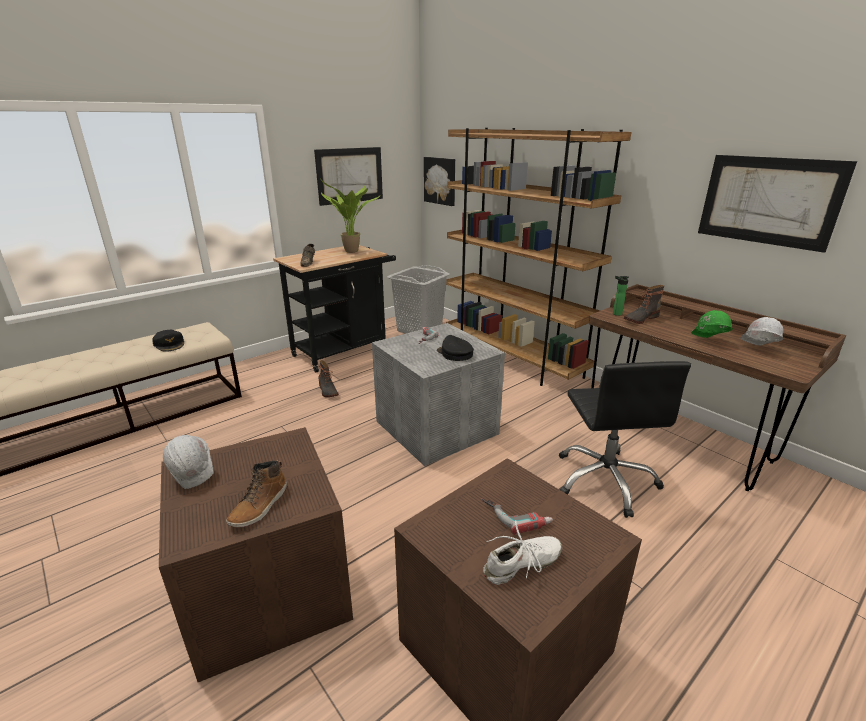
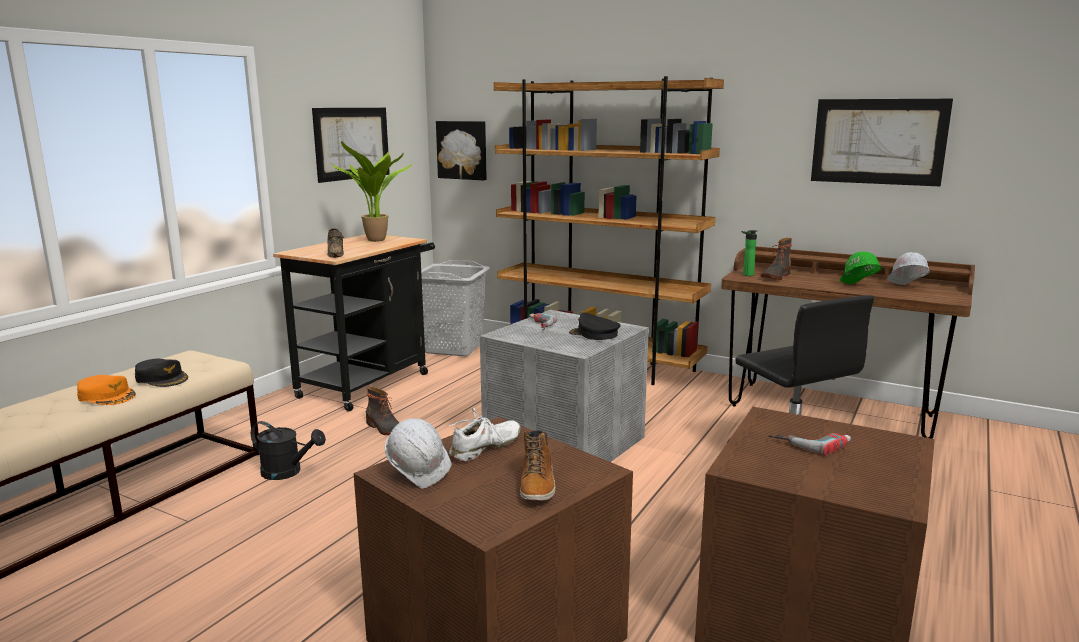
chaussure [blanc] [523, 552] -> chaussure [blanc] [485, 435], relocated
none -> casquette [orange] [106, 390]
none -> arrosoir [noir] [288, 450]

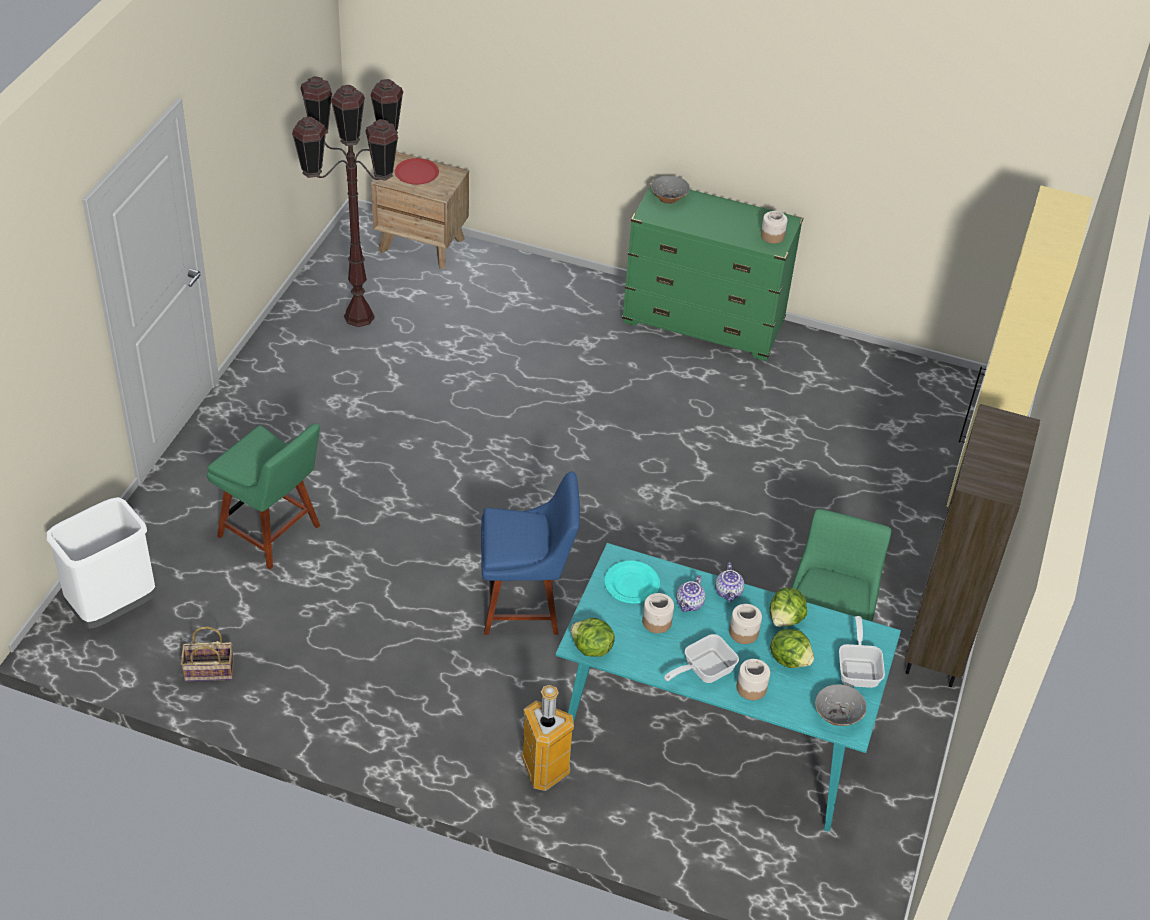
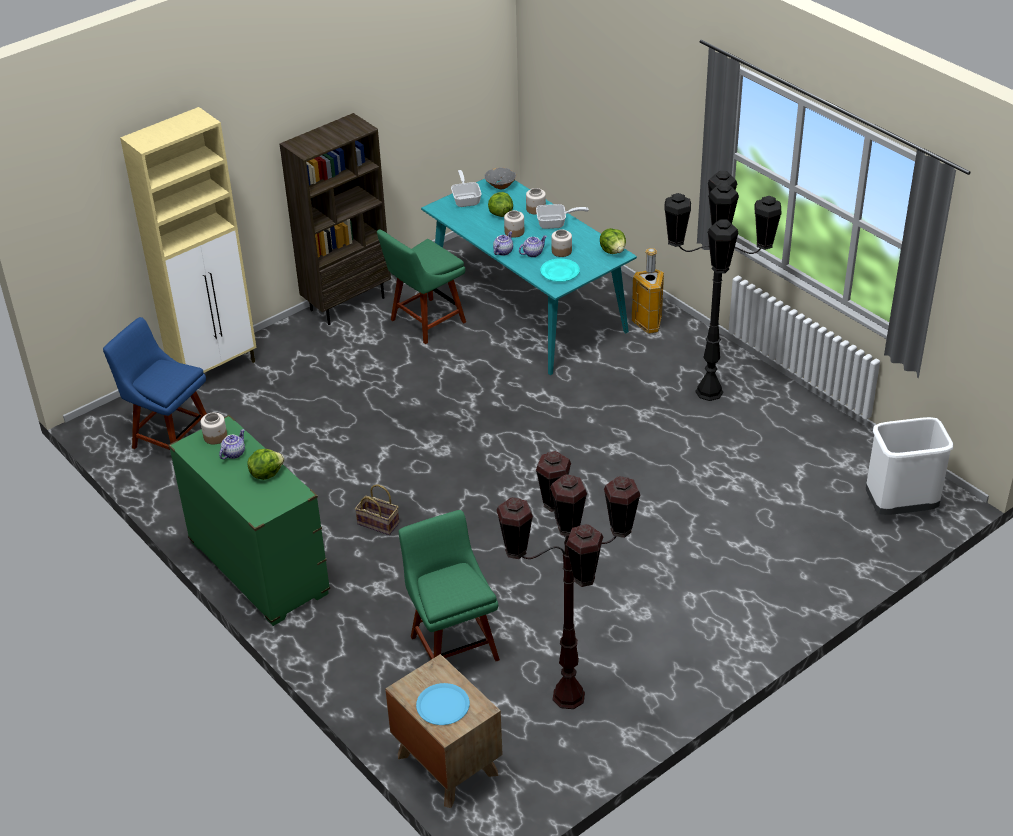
panier [207, 653] -> panier [377, 509], relocated
chaise [vert] [263, 496] -> chaise [vert] [449, 585], relocated
assiette [rouge] [417, 171] -> assiette [bleu] [443, 704]
chaise [bleu] [530, 553] -> chaise [bleu] [155, 383], relocated
bol [gris] [670, 190] -> none
laitue [788, 607] -> laitue [265, 464], relocated
poêle [862, 652] -> poêle [466, 188], 135 degrees clockwise
none -> théière [232, 444]
none -> lampadaire [noir] [723, 286]

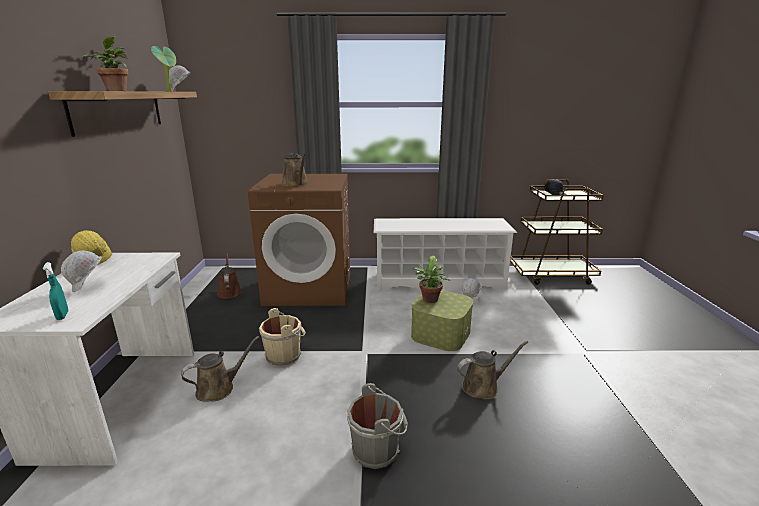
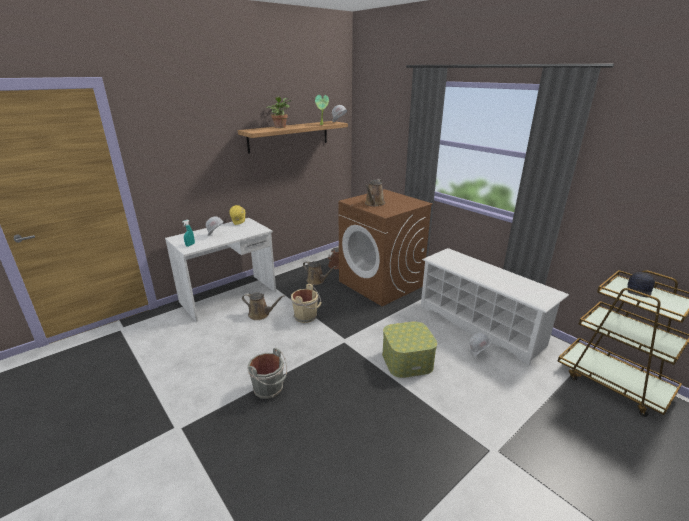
plante en pot [431, 279] -> none
arrosoir [marron] [492, 370] -> arrosoir [marron] [320, 273], relocated

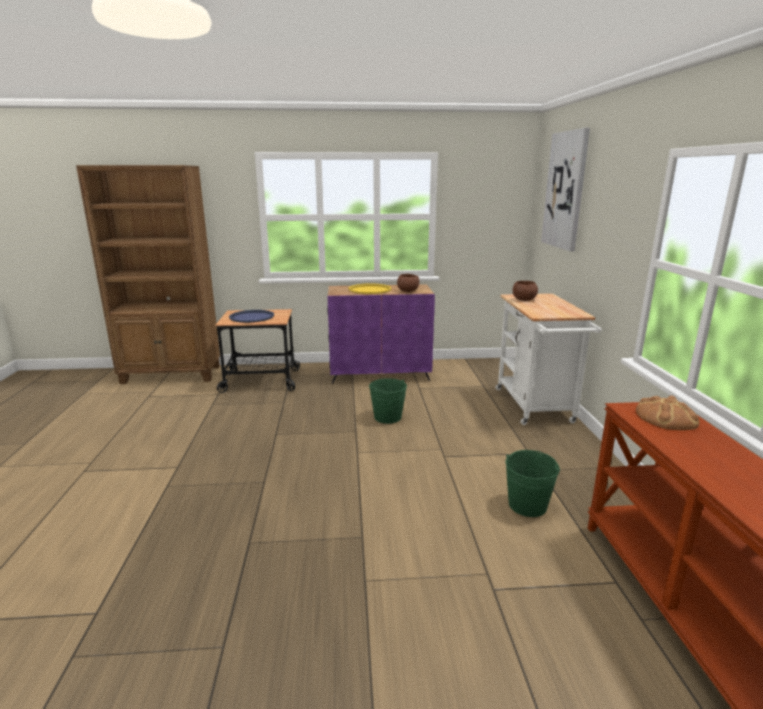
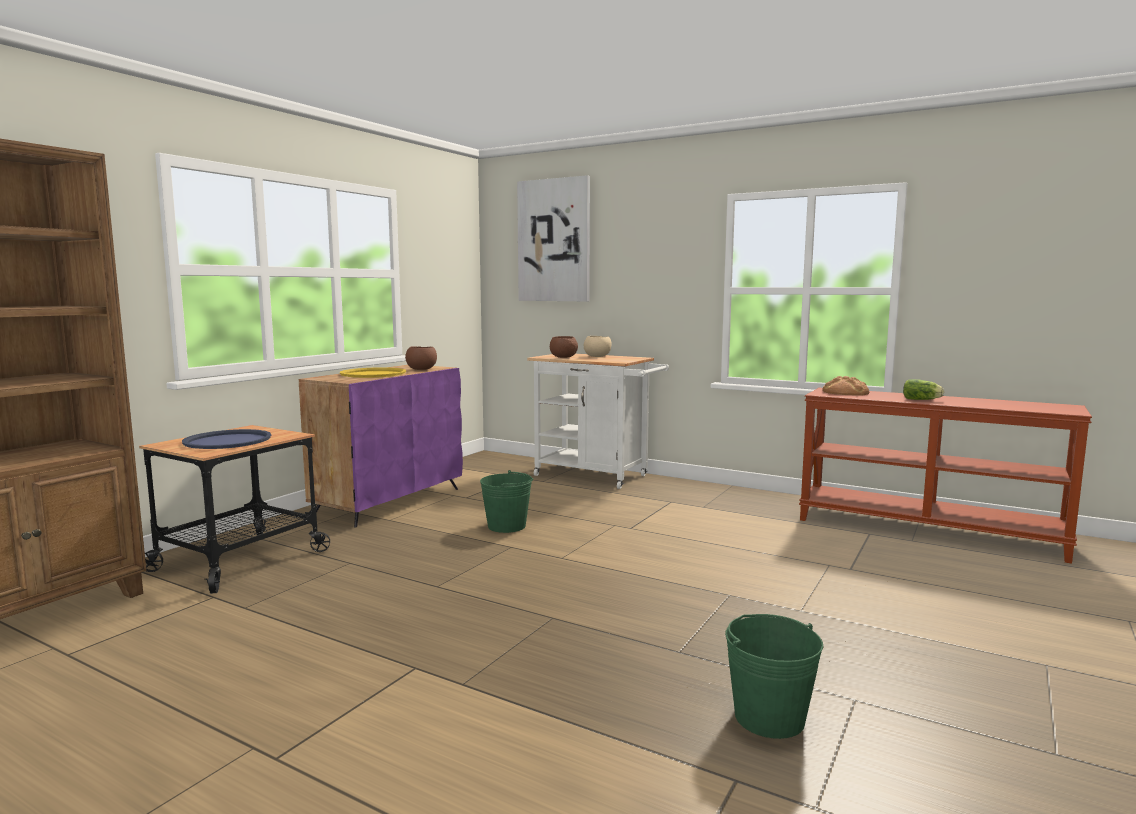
seau [vert] [532, 483] -> seau [vert] [774, 676], relocated
none -> bol [beige] [598, 346]
none -> laitue [923, 389]

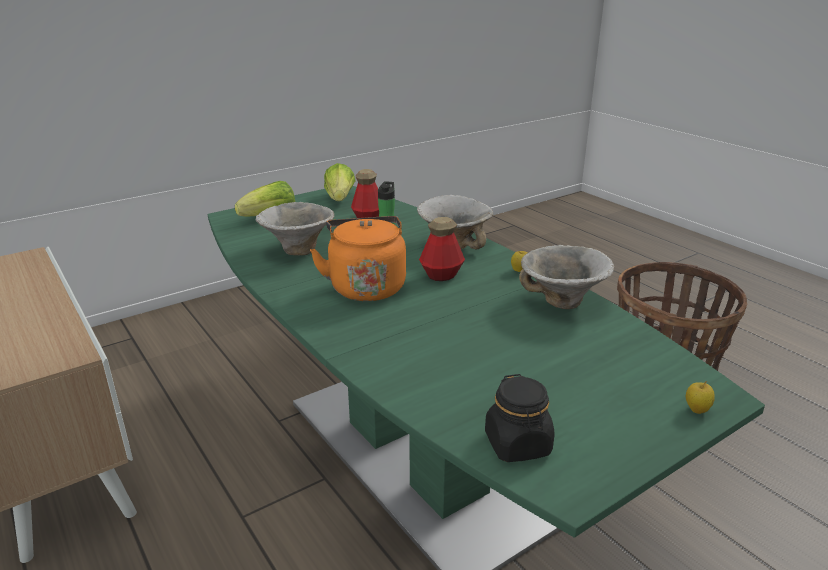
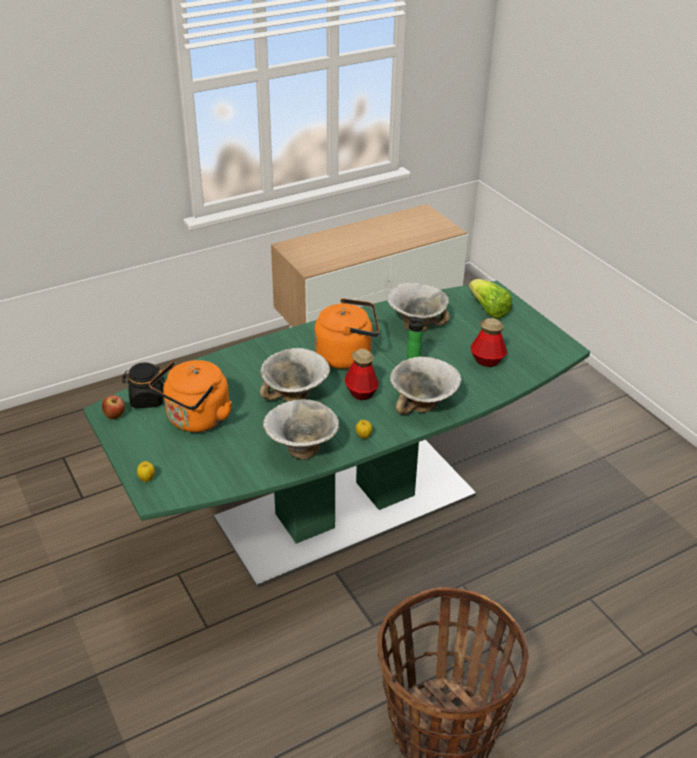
laitue [340, 182] -> none
none -> pomme [113, 407]
none -> bouilloire [orange] [190, 396]
none -> bol [295, 375]

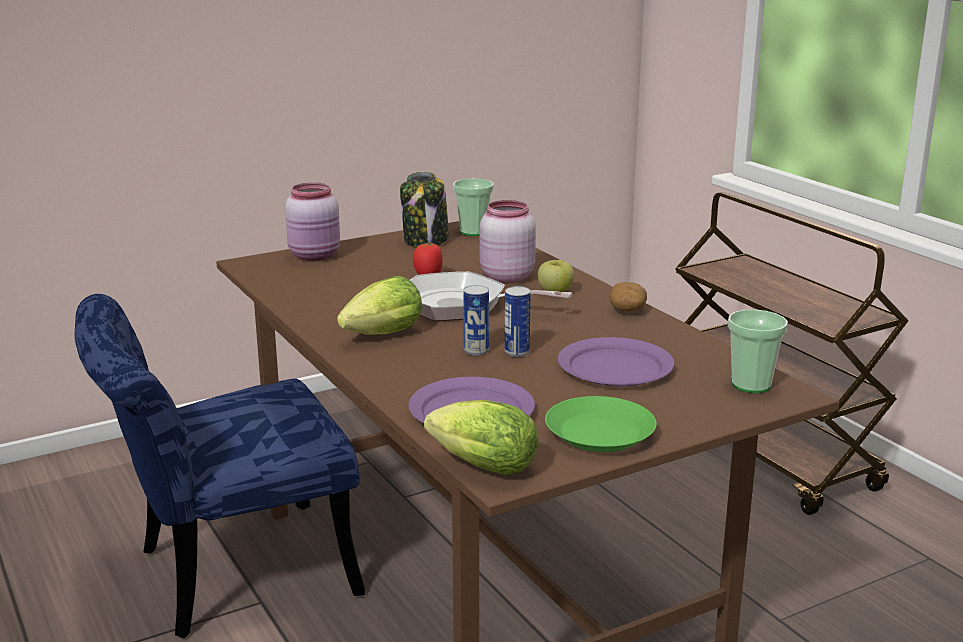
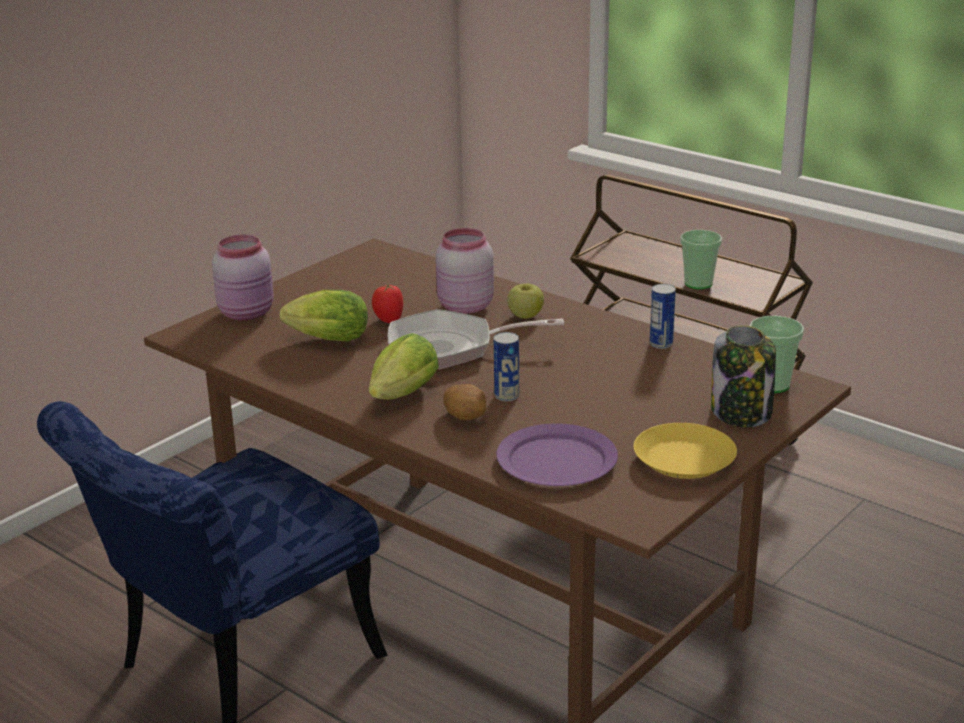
bocal [424, 209] -> bocal [743, 376], relocated
laitue [481, 437] -> laitue [324, 316], relocated
tasse [473, 207] -> tasse [701, 259], relocated
boîte métallique [517, 321] -> boîte métallique [663, 316], relocated
assiette [vert] [601, 424] -> assiette [jaune] [685, 451]
assiette [violet] [616, 361] -> none
pomme de terre [628, 297] -> pomme de terre [465, 402], relocated

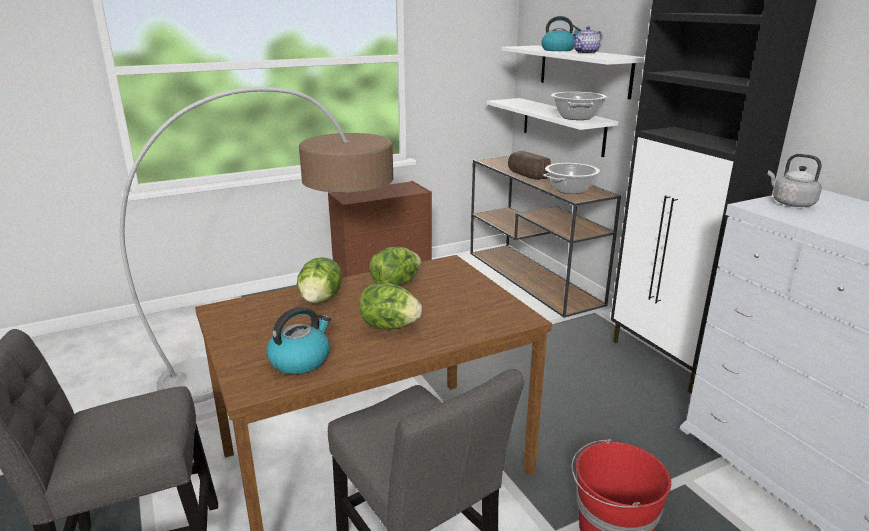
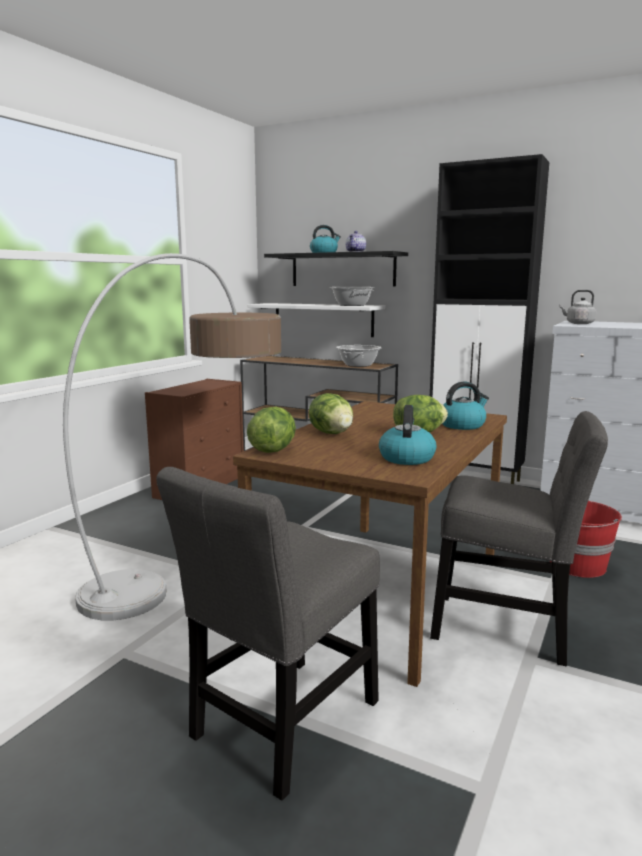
laitue [395, 266] -> laitue [271, 430], relocated
étagère [blanc] [573, 72] -> étagère [noir] [336, 268]
pain [529, 165] -> none
none -> bouilloire [465, 406]

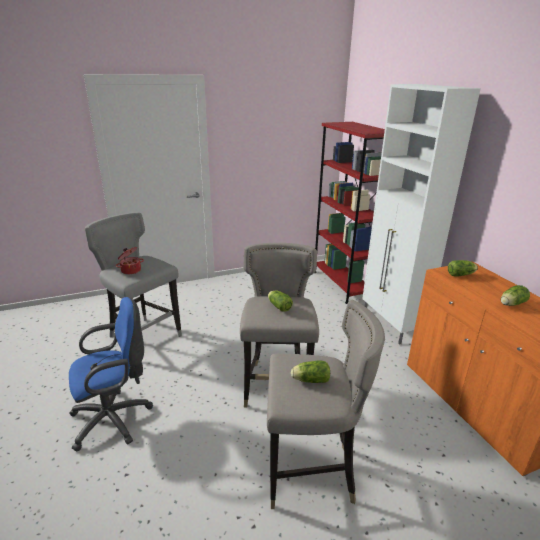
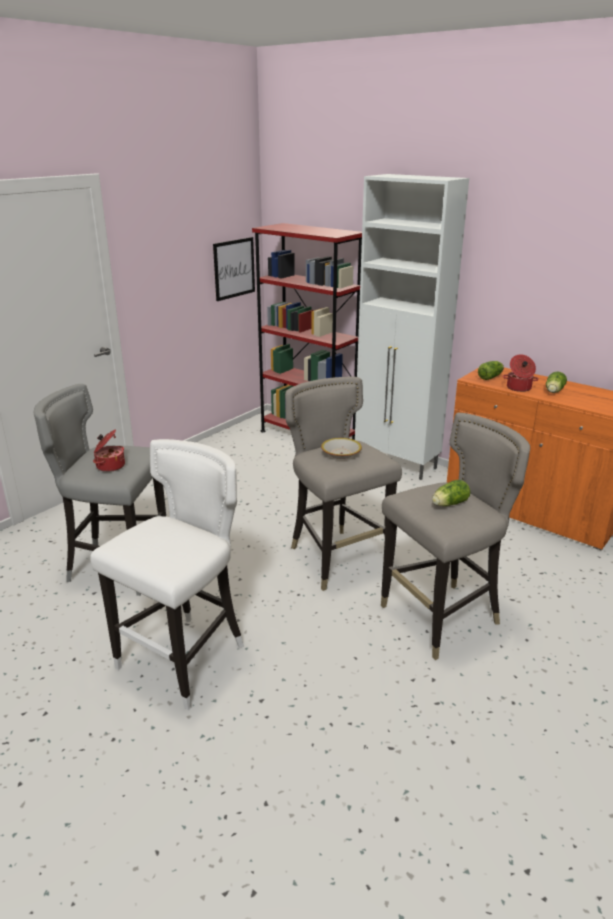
chaise de bureau [bleu] [111, 374] -> tabouret [blanc] [167, 574]
laitue [280, 301] -> bol [341, 448]
none -> tableau [234, 269]
none -> marmite [521, 373]

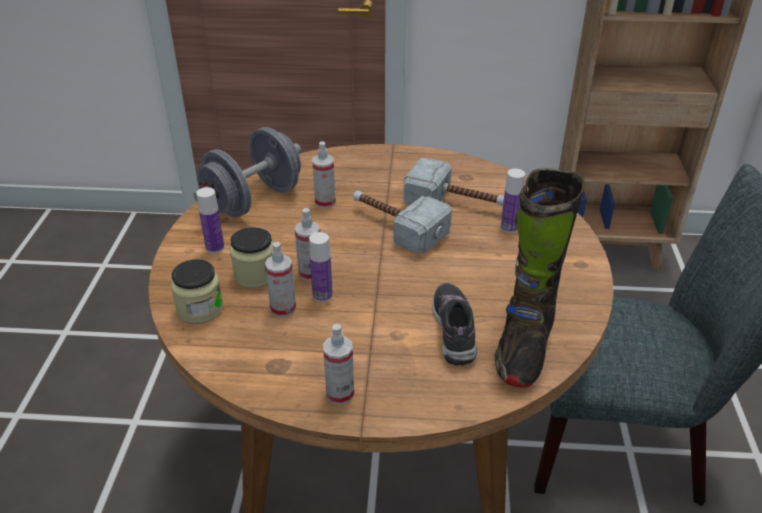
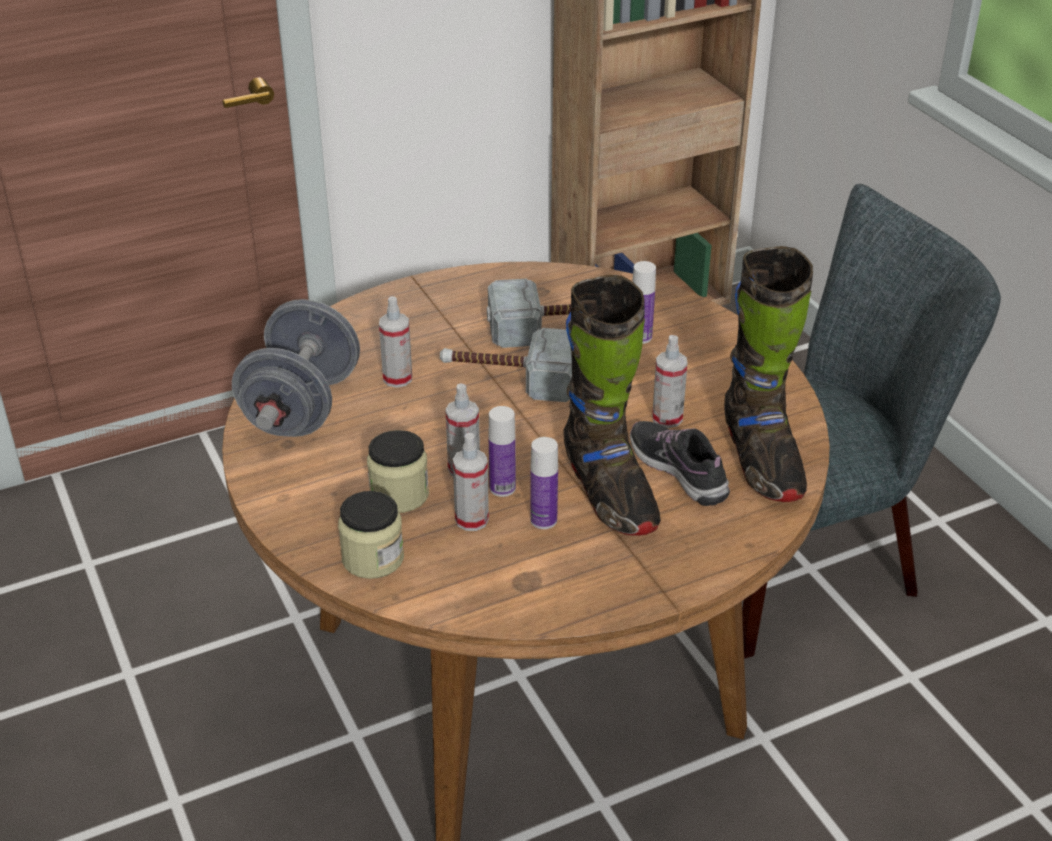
bouteille [210, 220] -> bouteille [544, 483], relocated
vaporisateur [338, 364] -> vaporisateur [670, 381], relocated
none -> botte [noir] [612, 405]

